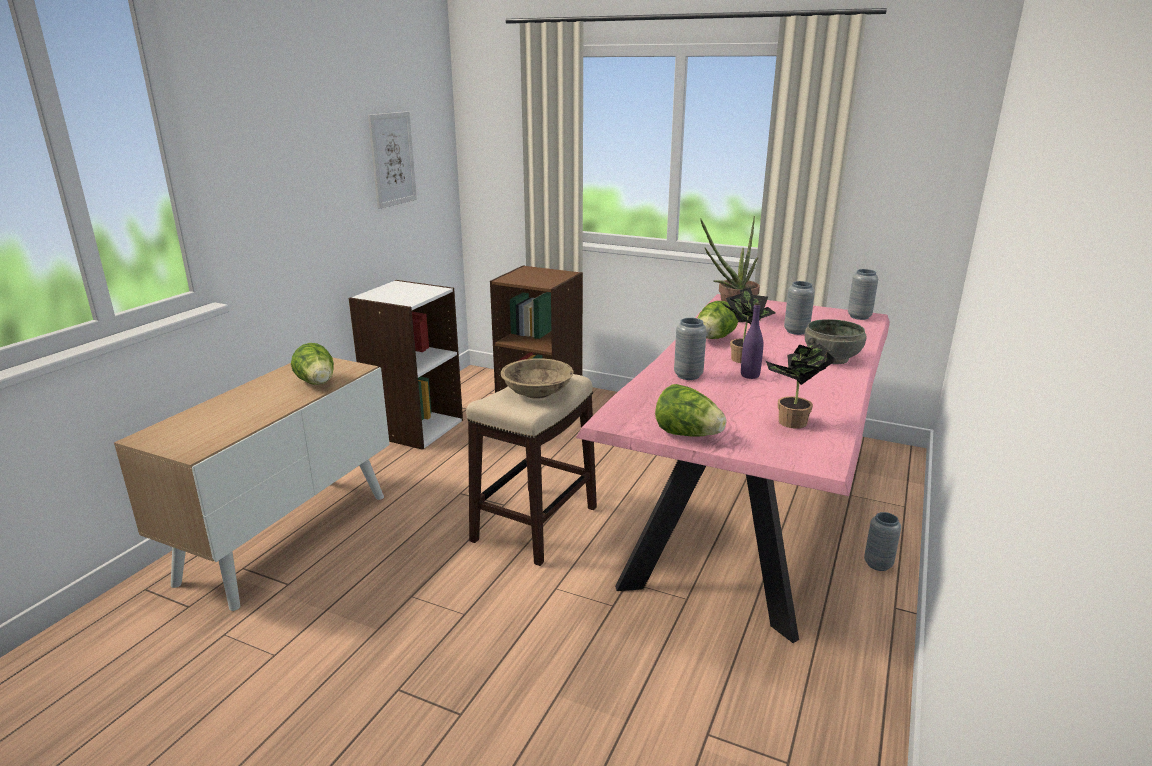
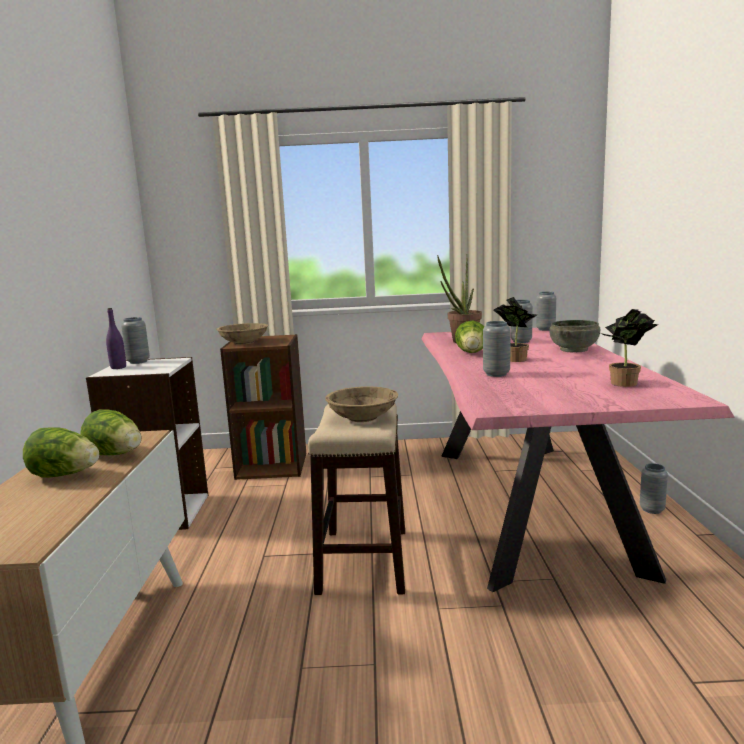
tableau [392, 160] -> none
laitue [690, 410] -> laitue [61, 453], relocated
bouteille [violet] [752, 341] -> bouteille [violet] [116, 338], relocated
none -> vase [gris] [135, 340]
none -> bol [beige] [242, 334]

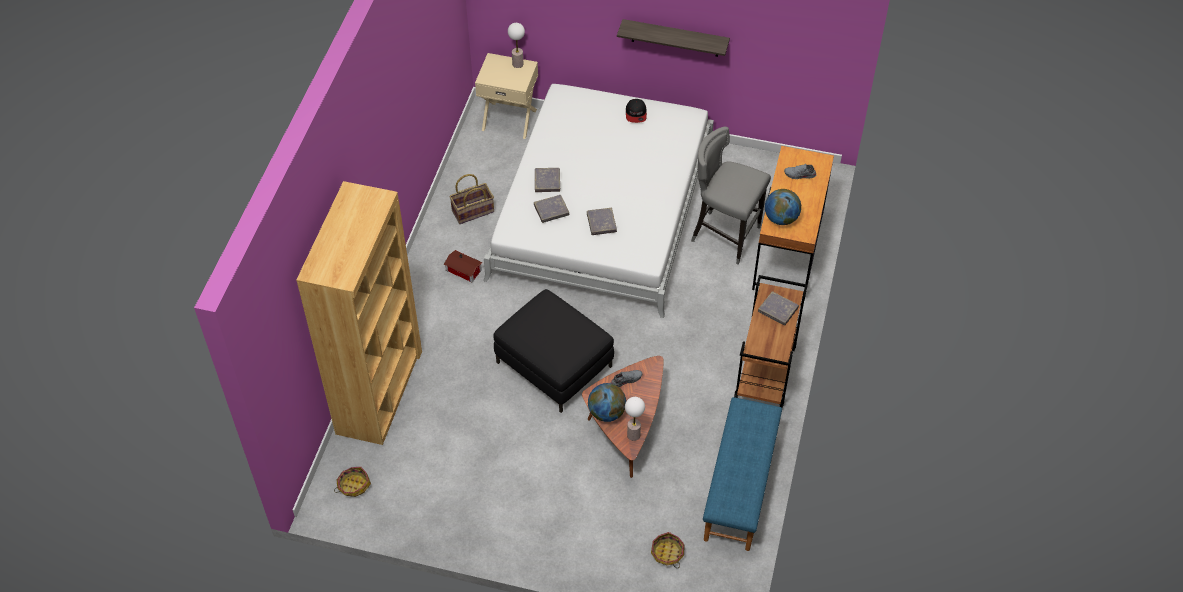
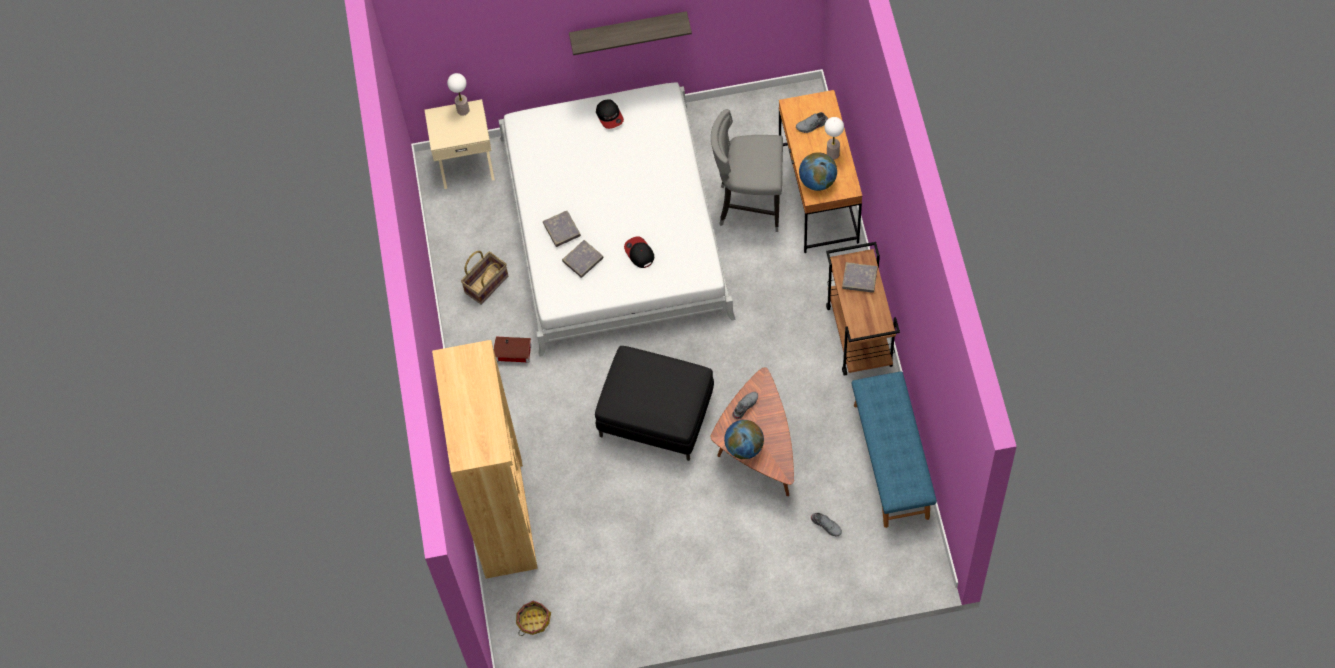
livre [gris] [602, 221] -> casquette [639, 252]
lampe de table [635, 419] -> lampe de table [834, 138], relocated
panier [668, 550] -> none
none -> chaussure [gris] [826, 524]

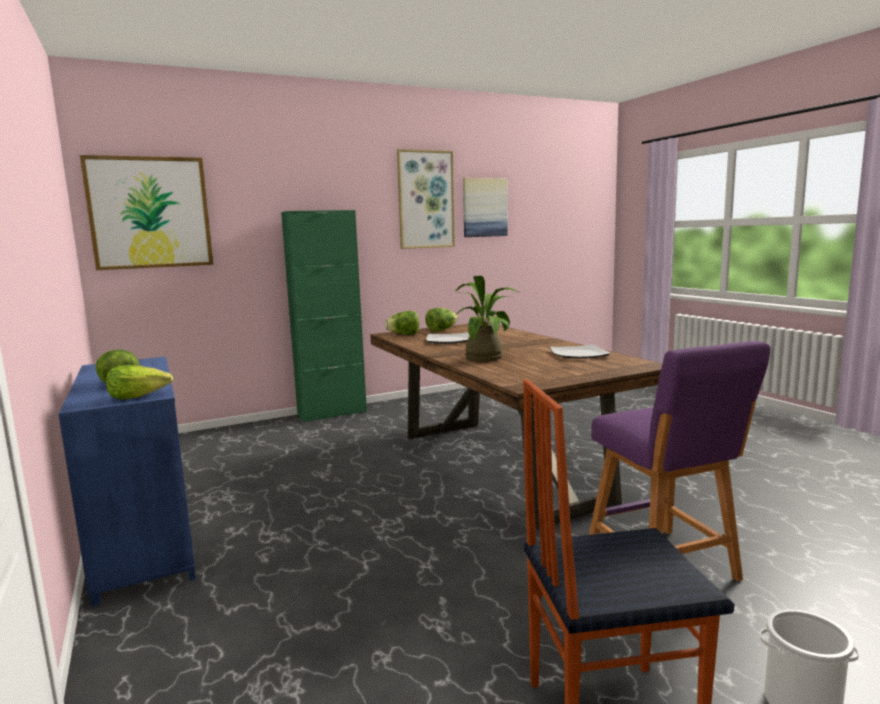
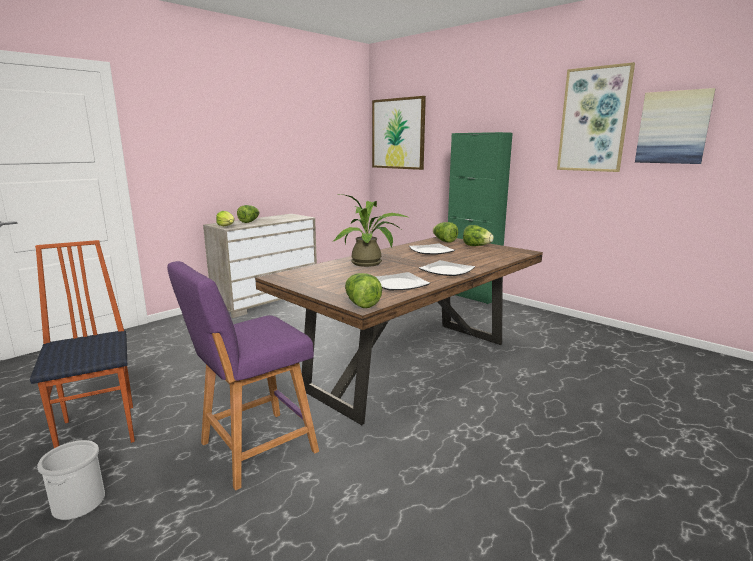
commode [bleu] [127, 481] -> commode [beige] [260, 266]
none -> laitue [363, 290]
none -> assiette [447, 268]

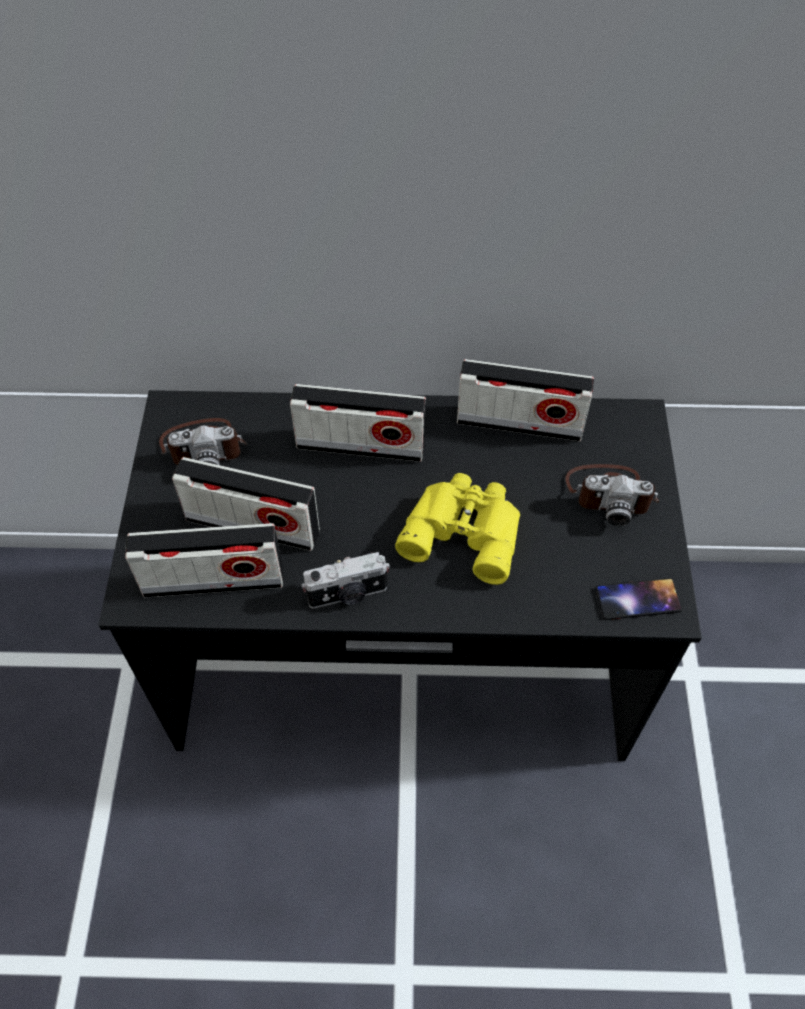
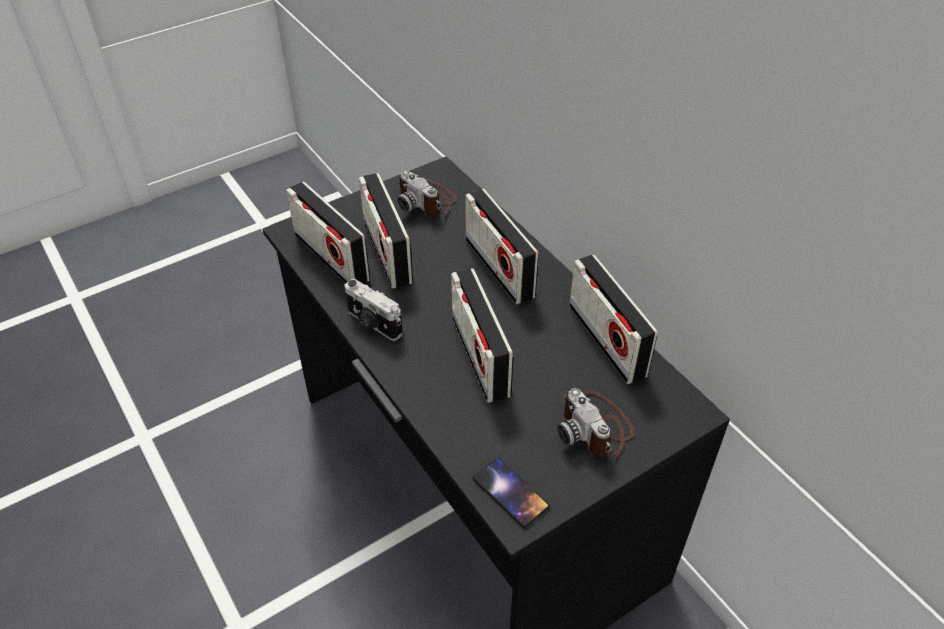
jumelles [jaune] [457, 529] -> radio [482, 335]

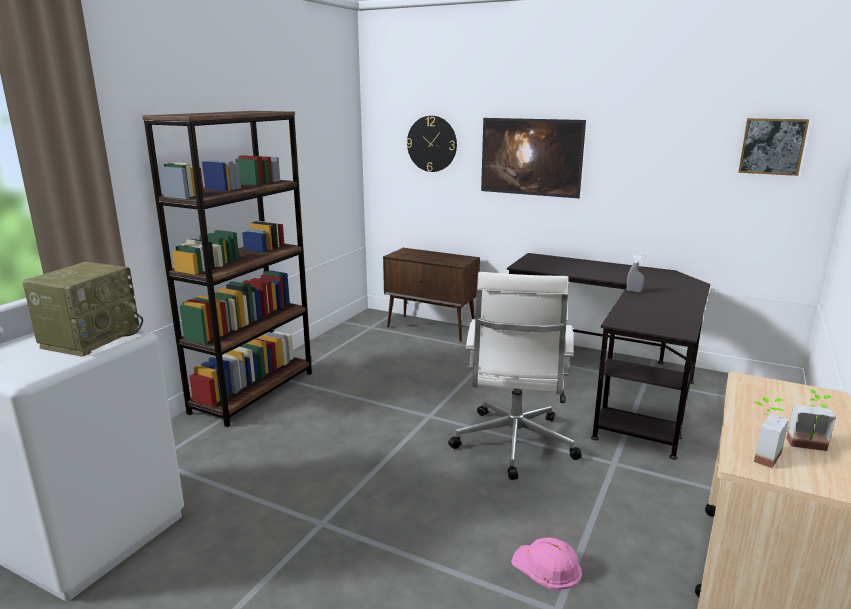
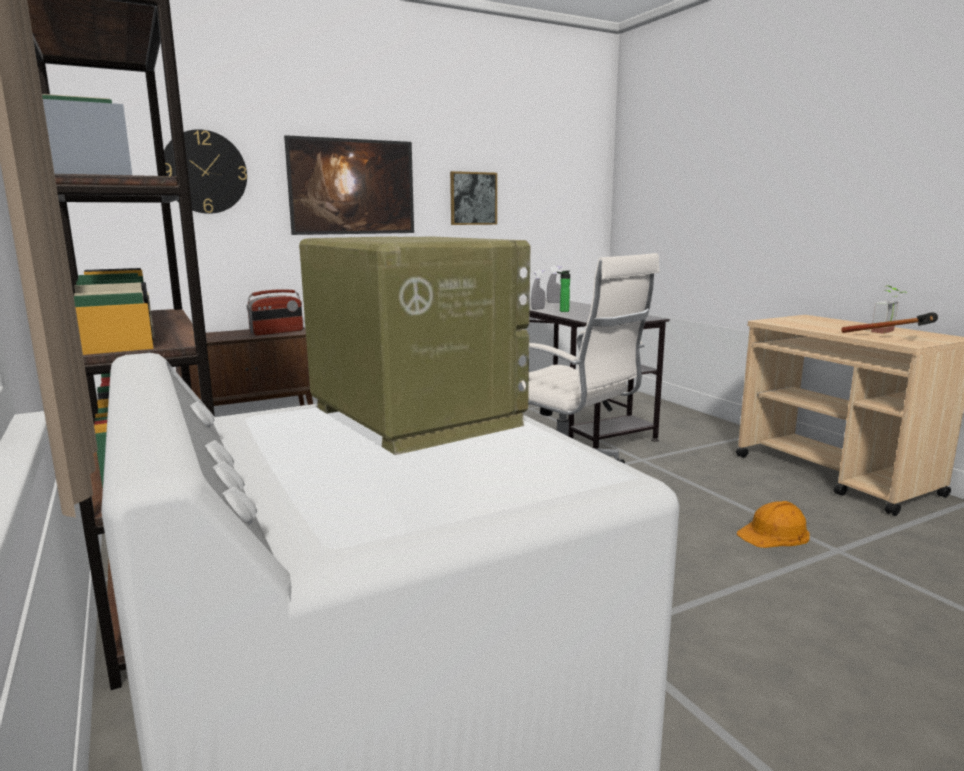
casque de chantier [rose] [546, 563] -> casque de chantier [orange] [773, 524]
tableau [773, 147] -> tableau [473, 198], relocated
plante en pot [771, 432] -> marteau [889, 322]
none -> radio [275, 312]
none -> vaporisateur [gris] [554, 284]
none -> bouteille [563, 291]

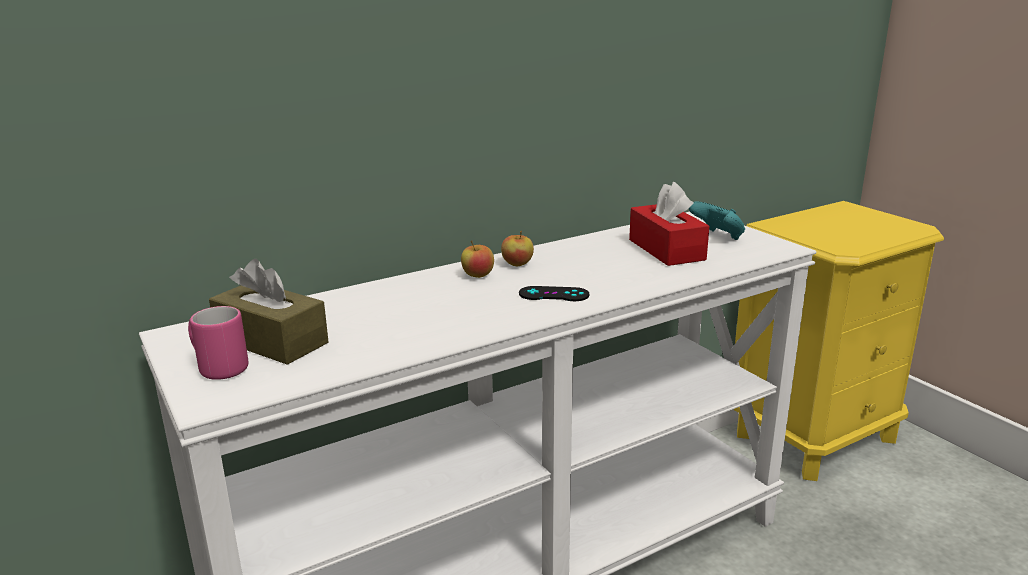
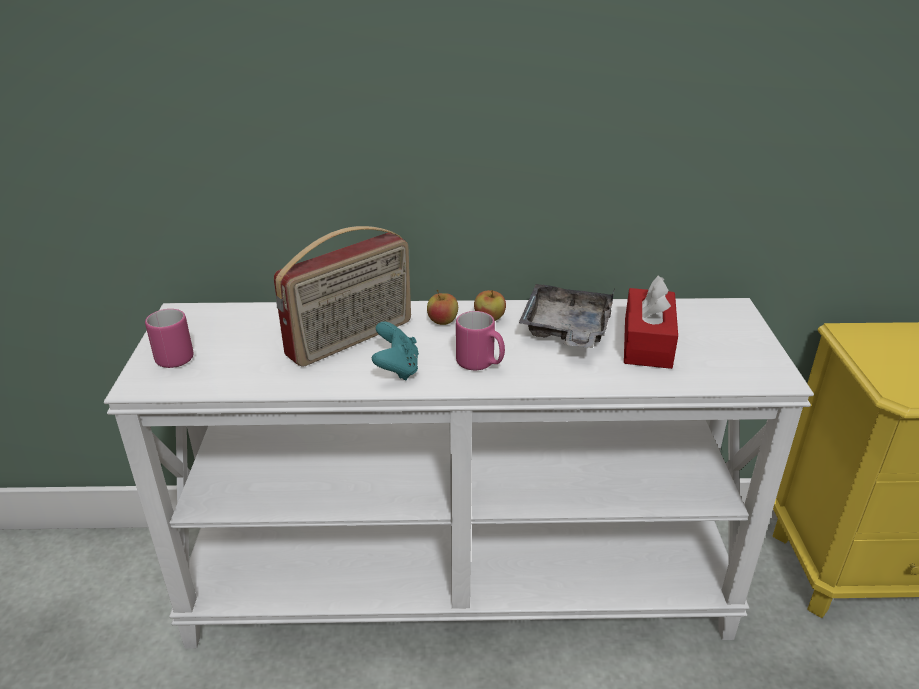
boîte à mouchoirs [marron] [268, 312] -> none
manette [noir] [554, 293] -> mug [rose] [480, 340]
manette [turquoise] [717, 220] -> manette [turquoise] [395, 350], relocated
none -> radio [342, 296]
none -> plateau [gris] [567, 316]

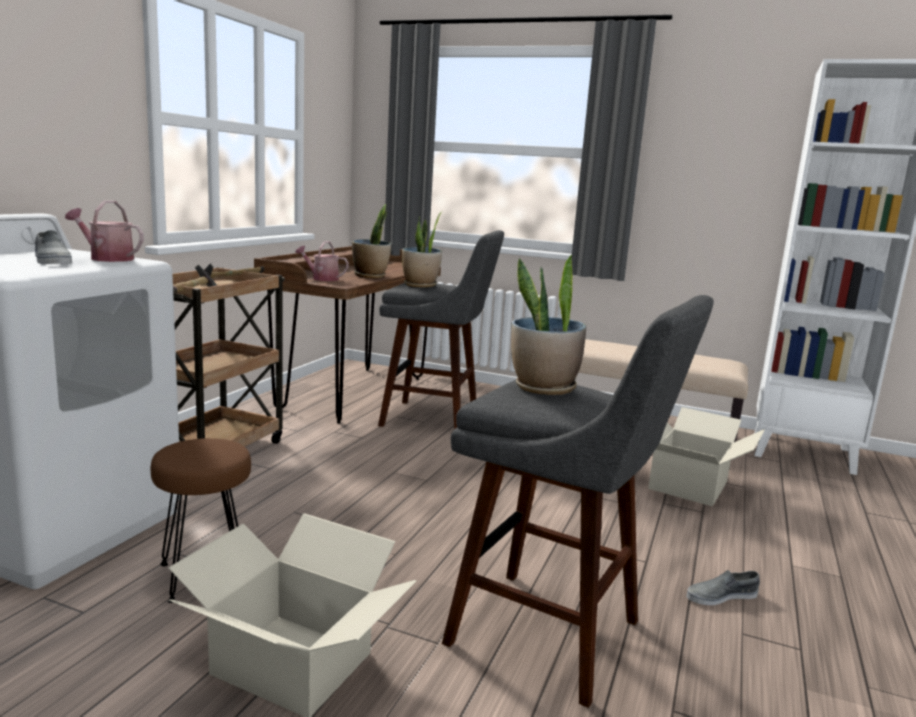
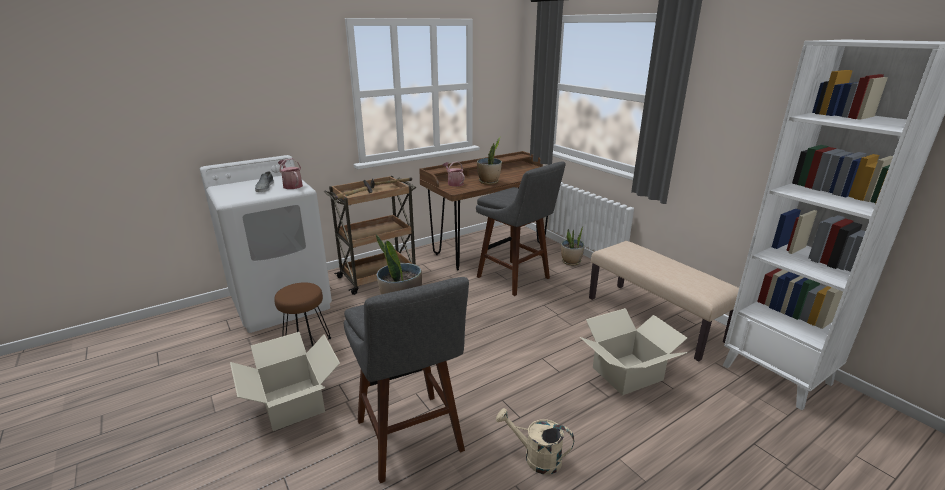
plante en pot [422, 249] -> plante en pot [572, 245], relocated
chaussure [gris] [723, 587] -> arrosoir [beige] [535, 441]

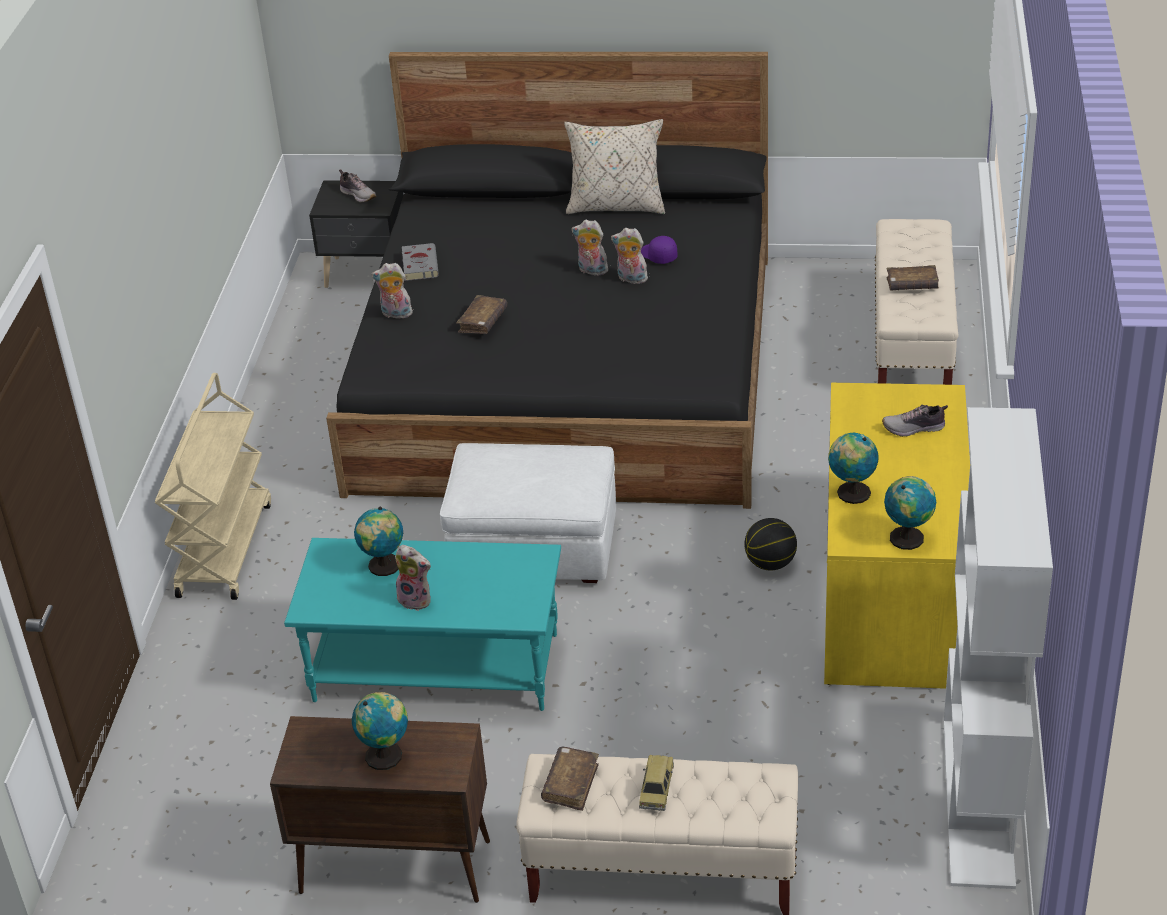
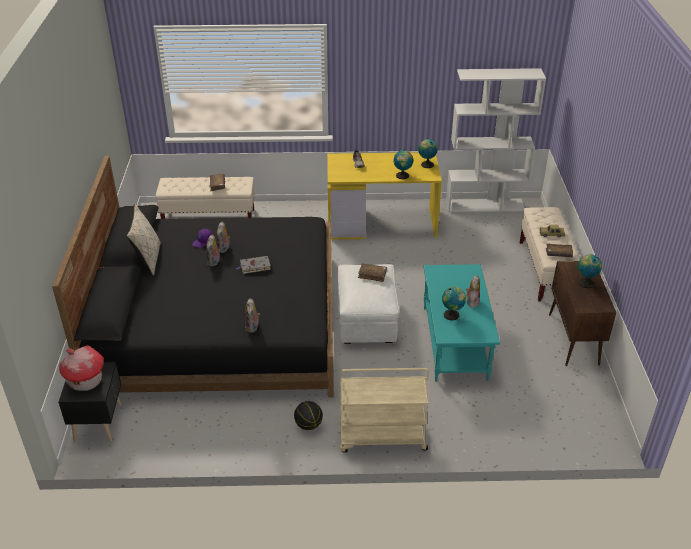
chaussure [357, 185] -> maison miniature [81, 368]
livre [gris] [420, 262] -> livre [gris] [253, 265], relocated
livre [marron] [481, 314] -> livre [marron] [372, 272], relocated
ballon de basket [770, 544] -> ballon de basket [308, 415], relocated

